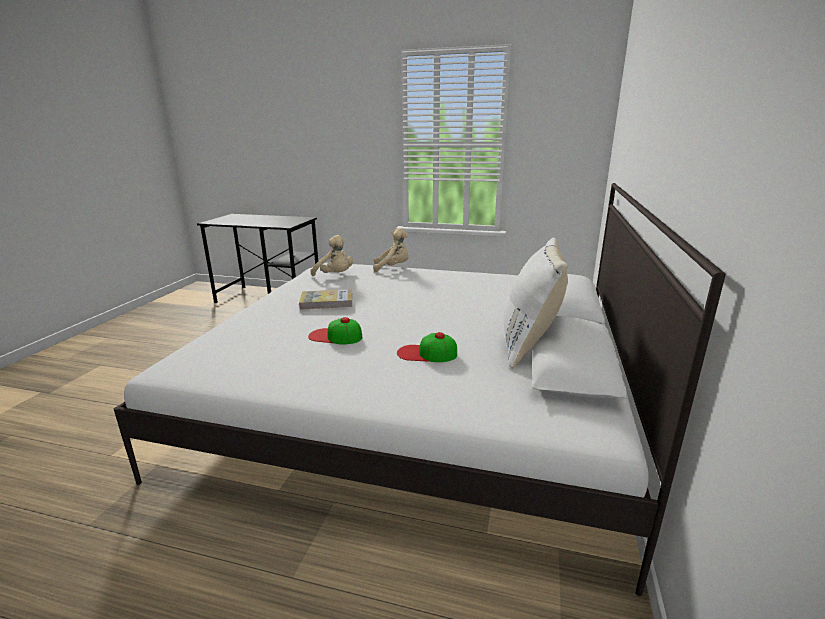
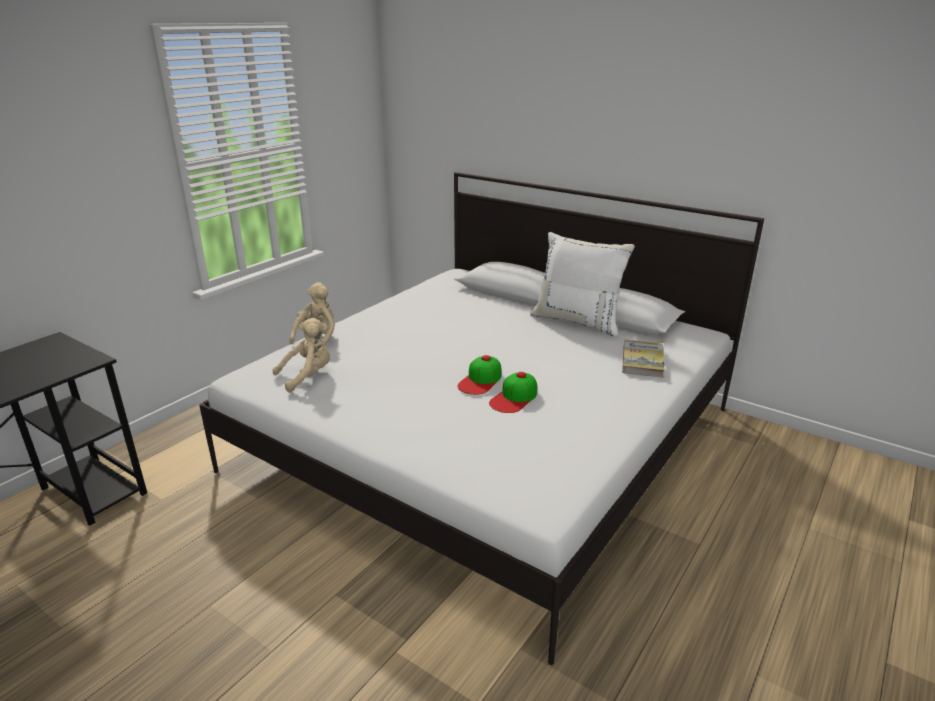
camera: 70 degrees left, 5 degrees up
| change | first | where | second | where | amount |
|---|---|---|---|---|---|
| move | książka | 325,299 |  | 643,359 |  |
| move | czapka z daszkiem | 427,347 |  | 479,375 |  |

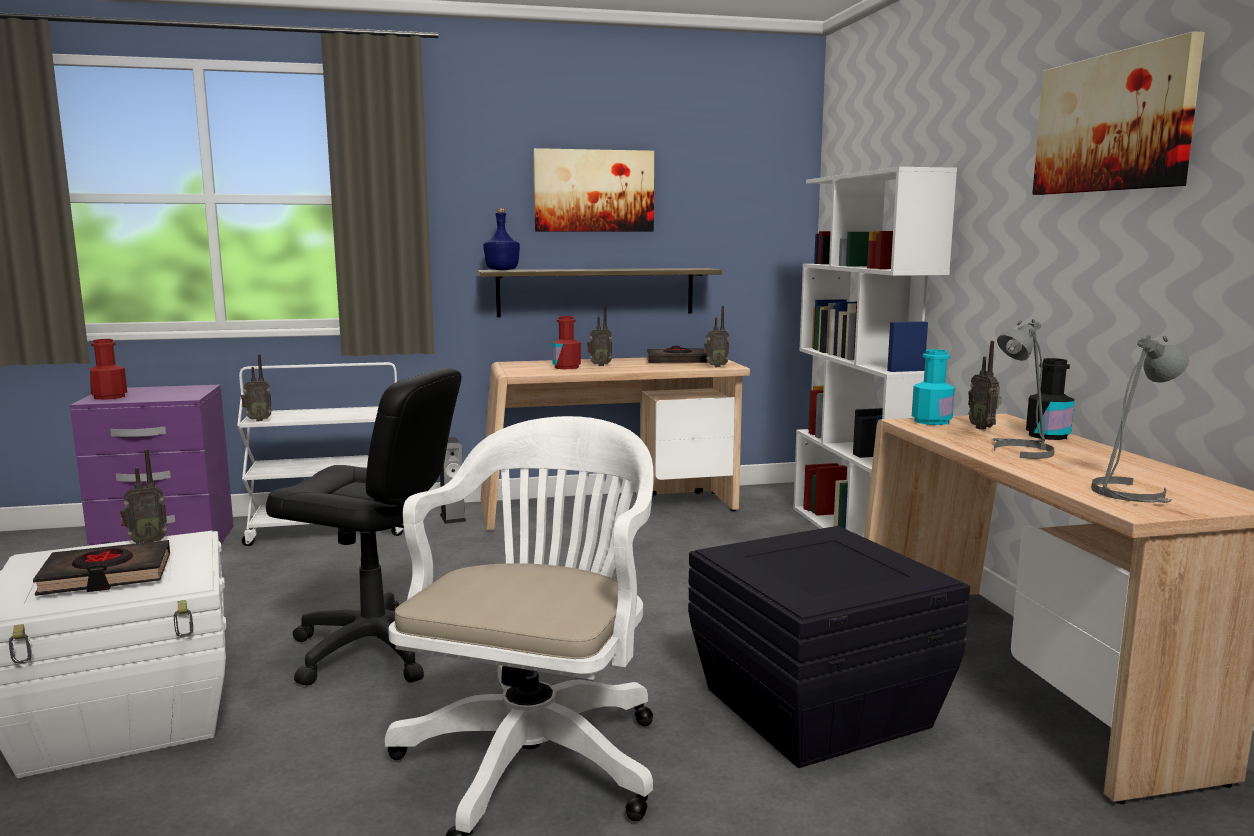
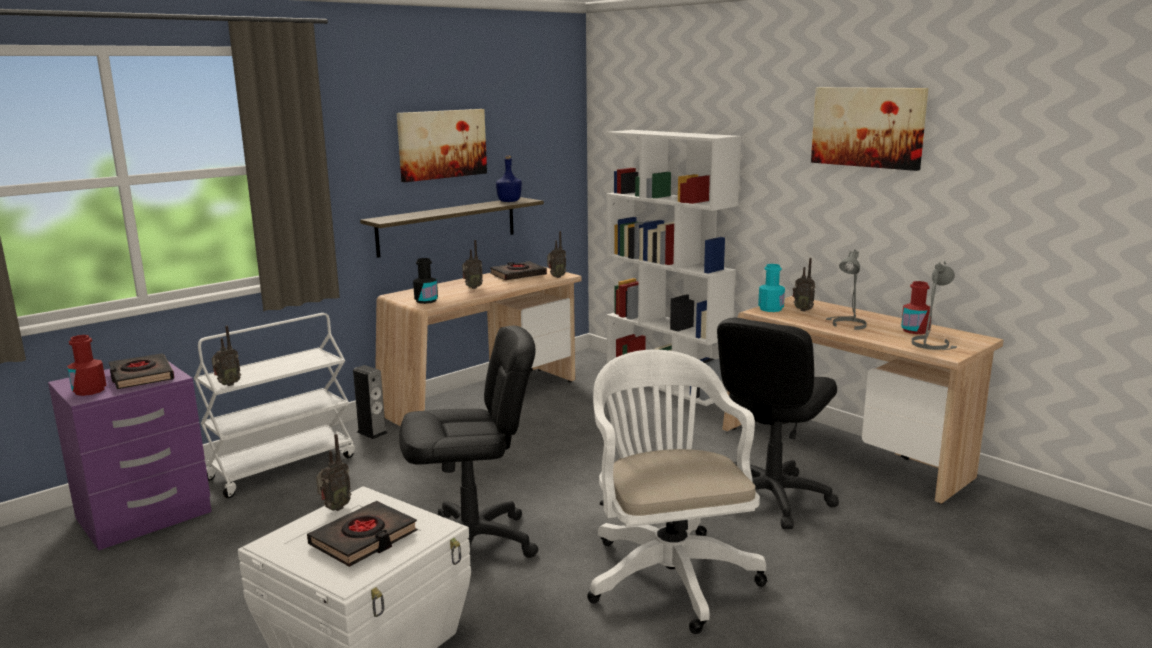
camera: 30 degrees left, 5 degrees up
| change | first | where | second | where | amount |
|---|---|---|---|---|---|
| insert |  |  | książka (czarny) | 141,371 |  |
| move | butelka (niebieski) | 501,239 |  | 509,178 |  |
| move | butelka (czerwony) | 566,342 |  | 916,307 |  |
| move | butelka (czarny) | 1050,399 |  | 425,281 |  |
| replace | pojemnik do przechowywania (czarny) | 829,647 | krzesło biurowe (czarny) | 778,423 |  |

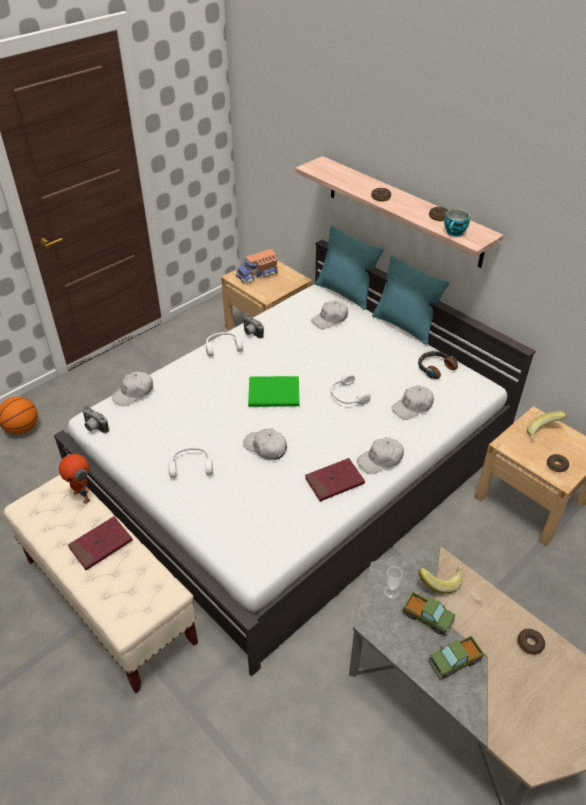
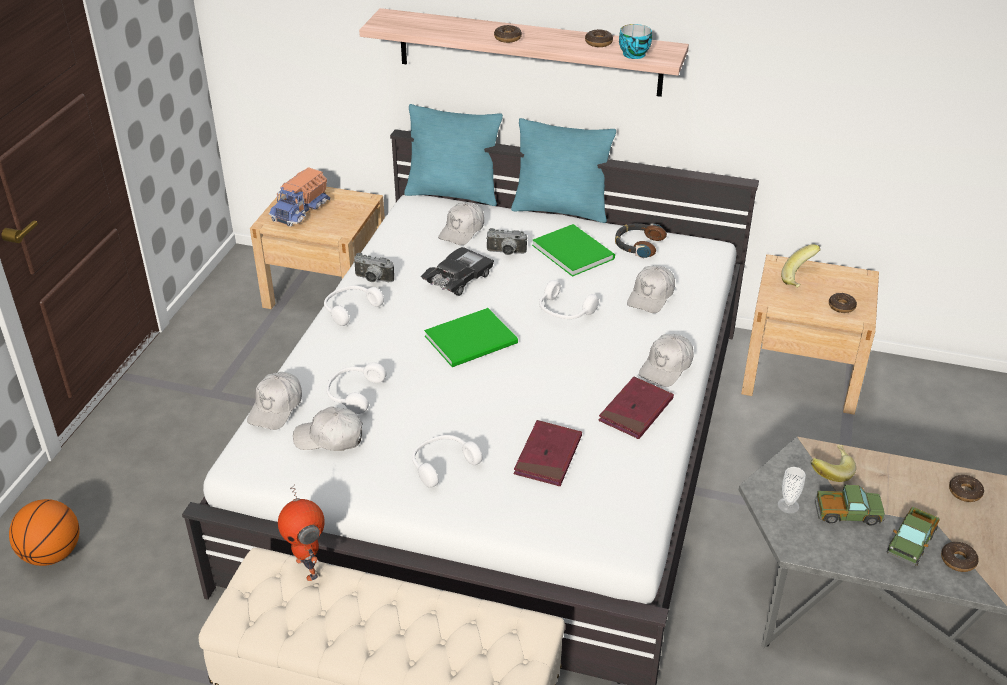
camera: 30 degrees left, 5 degrees down
| change | first | where | second | where | amount |
|---|---|---|---|---|---|
| insert |  |  | słuchawki (biały) | 356,388 |  |
| insert |  |  | samochodzik (czarny) | 457,271 |  |
| insert |  |  | książka (zielony) | 573,250 |  |
| insert |  |  | donut | 960,557 |  |
| move | książka (czerwony) | 100,543 |  | 548,453 |  |
| move | aparat fotograficzny | 95,419 |  | 506,241 |  |
| move | czapka z daszkiem (biały) | 265,444 |  | 328,428 |  |
| rotate | robot zabawkowy | 74,475 |  | 301,533 | 45 degrees clockwise |

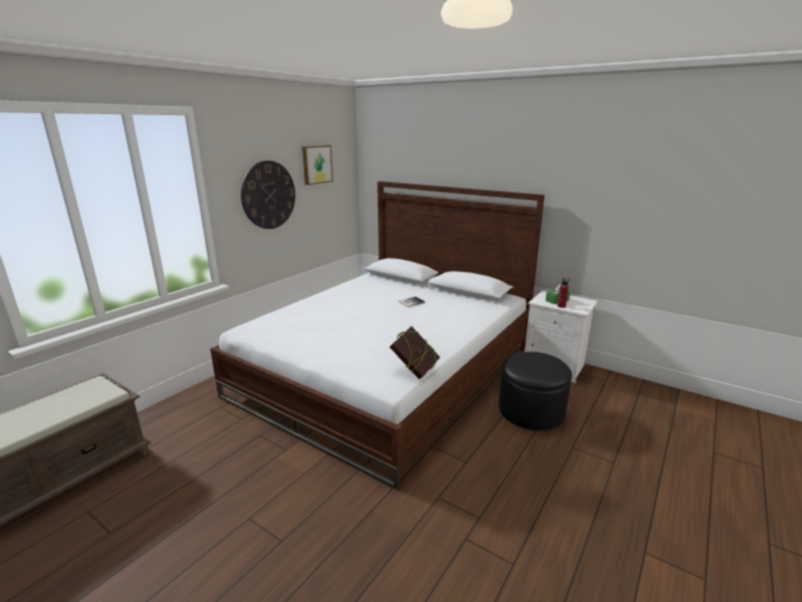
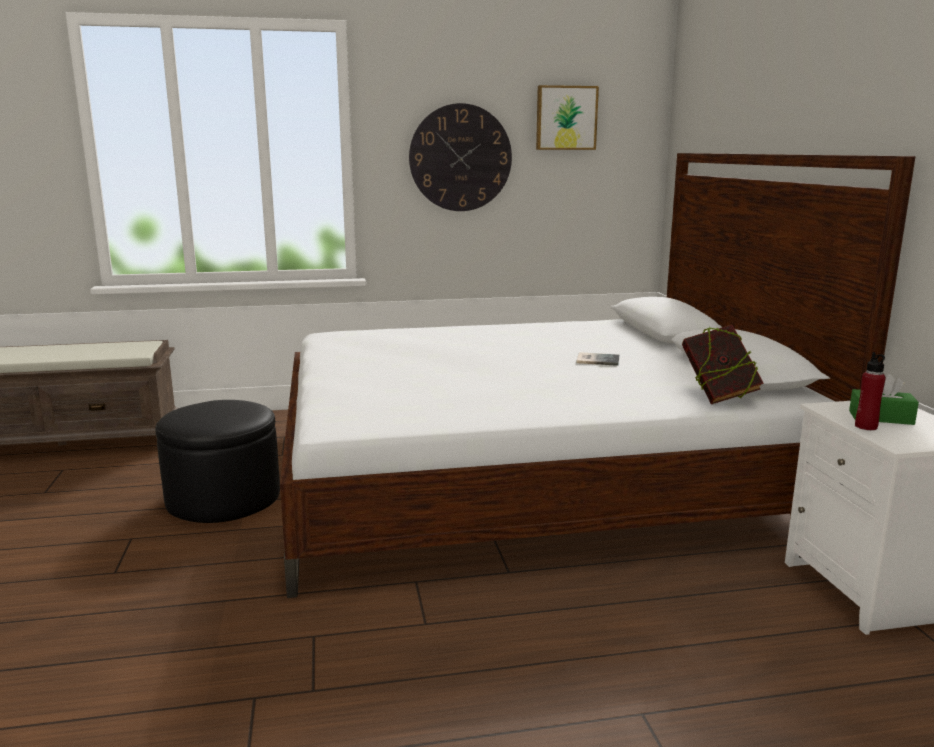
camera: 45 degrees right, 5 degrees down
| change | first | where | second | where | amount |
|---|---|---|---|---|---|
| move | książka | 415,352 |  | 723,364 |  |
| move | pufa (czarny) | 535,391 |  | 217,461 |  |

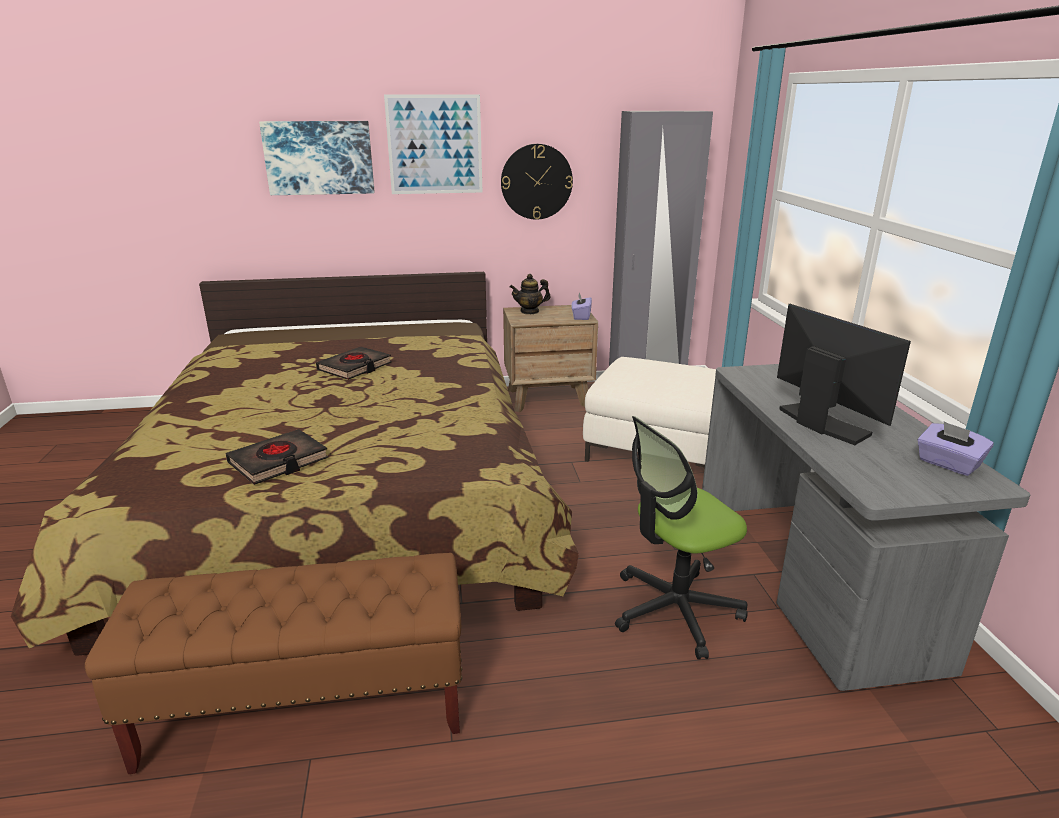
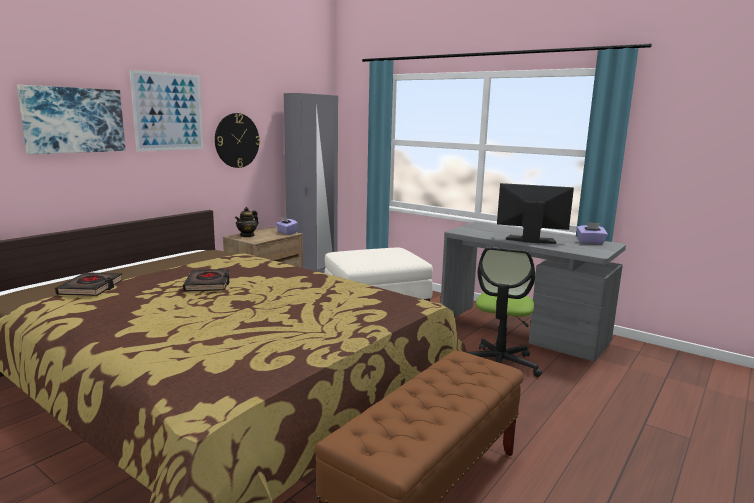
camera: 45 degrees left, 10 degrees down
| change | first | where | second | where | amount |
|---|---|---|---|---|---|
| move | książka (czarny) | 276,457 |  | 89,284 |  |

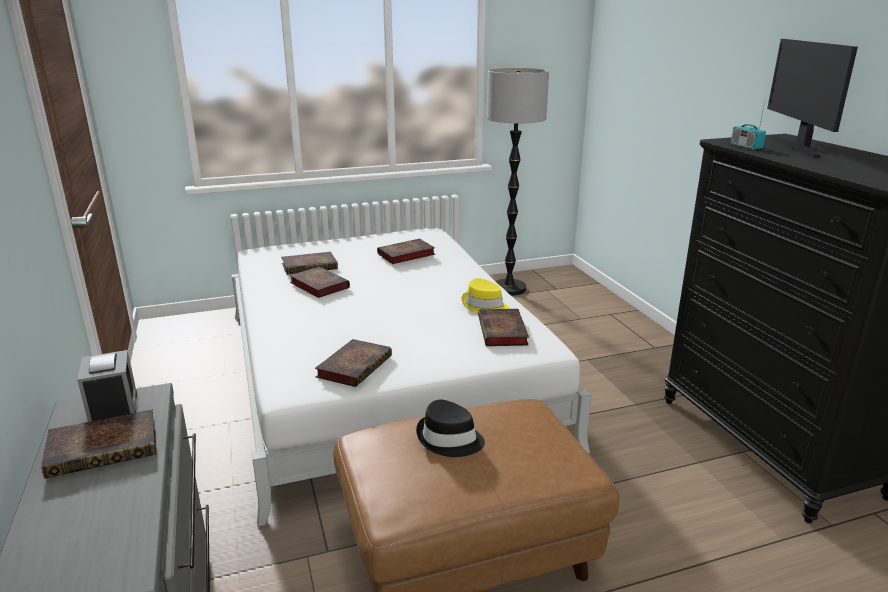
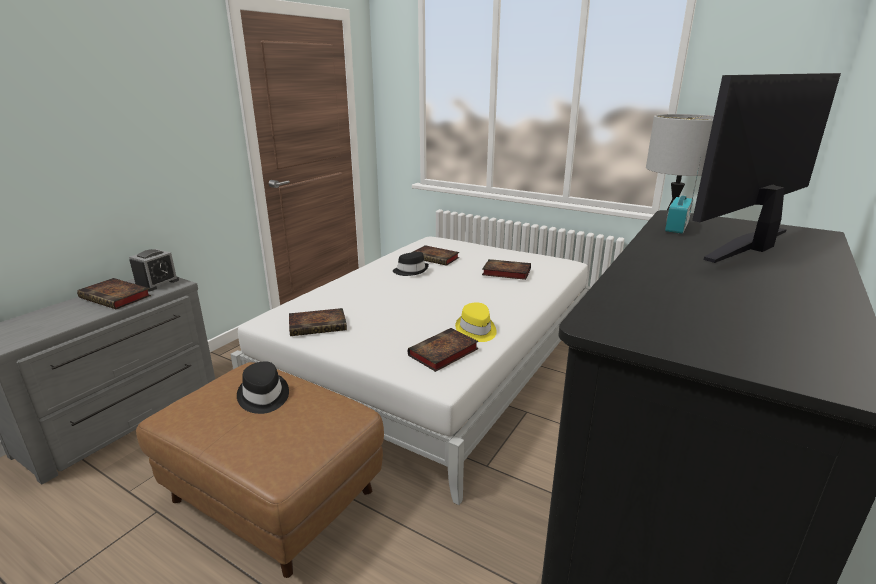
camera: 50 degrees right, 0 degrees up
| change | first | where | second | where | amount |
|---|---|---|---|---|---|
| replace | książka | 319,282 | kapelusz (czarny) | 411,264 |  |

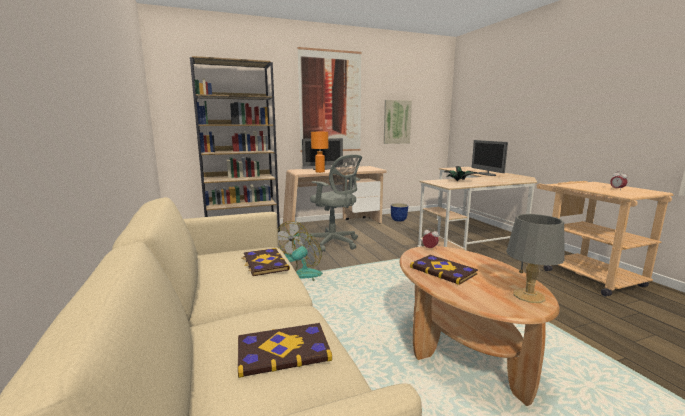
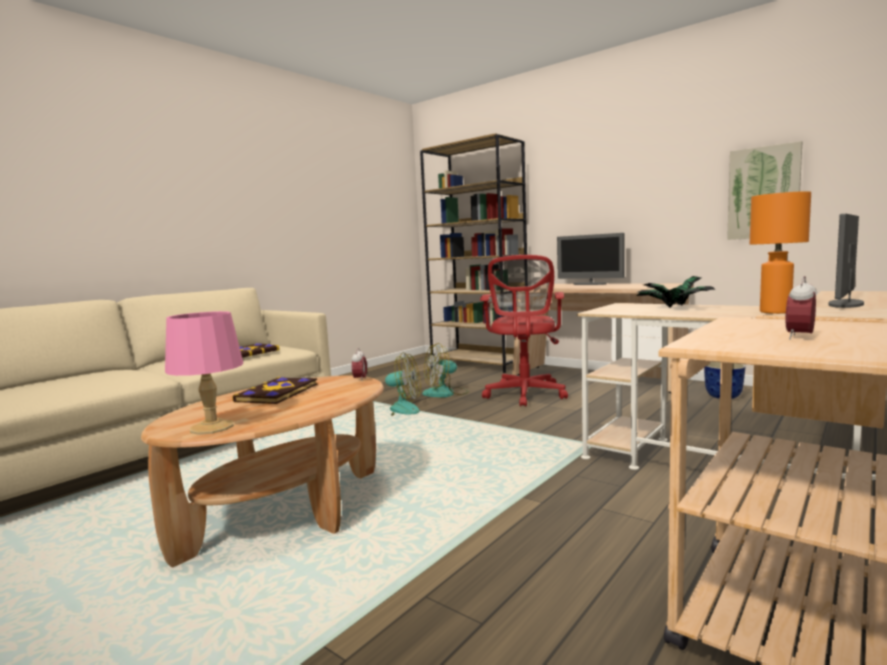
camera: 60 degrees right, 5 degrees down
| change | first | where | second | where | amount |
|---|---|---|---|---|---|
| delete | książka | 285,350 |  |  |  |
| delete | obraz | 330,99 |  |  |  |
| move | lampa stołowa (pomarańczowy) | 319,152 |  | 780,252 |  |
| recolor | krzesło biurowe (szary) | 335,203 | krzesło biurowe (czerwony) | 524,331 |  |
| recolor | lampa stołowa (szary) | 535,258 | lampa stołowa (różowy) | 204,373 |  |

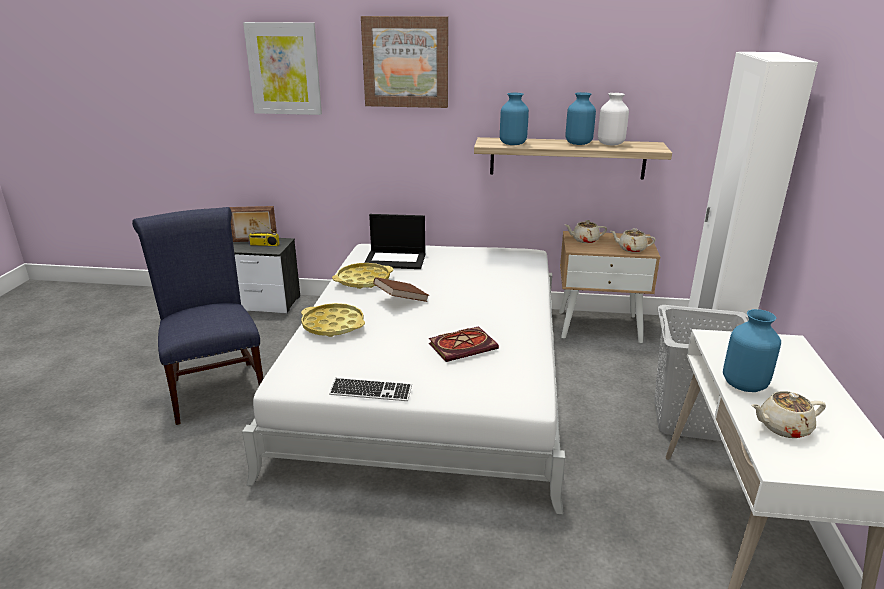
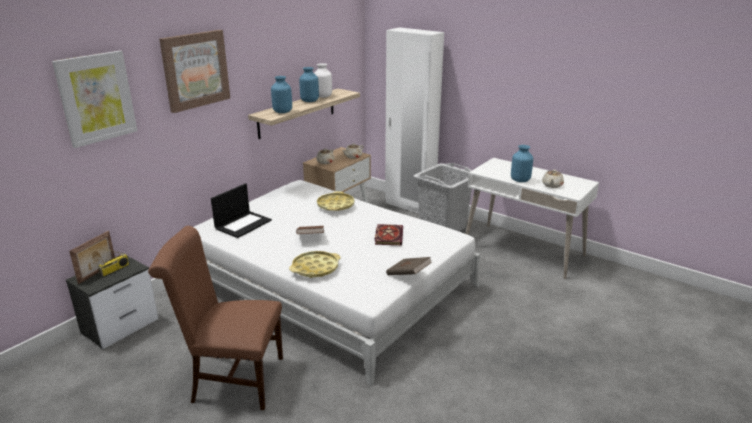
camera: 60 degrees left, 0 degrees up
| change | first | where | second | where | amount |
|---|---|---|---|---|---|
| move | taca (żółty) | 362,276 |  | 335,201 |  |
| replace | klawiatura | 370,389 | książka (brązowy) | 409,266 |  |
| recolor | krzesło (niebieski) | 198,316 | krzesło (brązowy) | 215,318 |  |

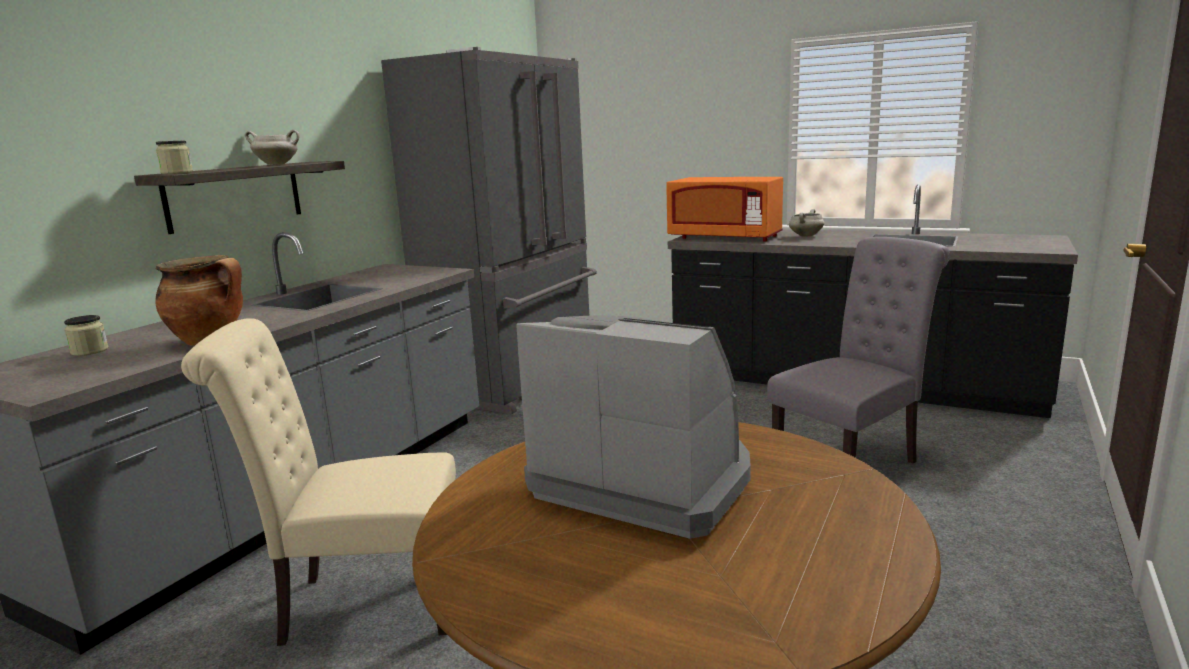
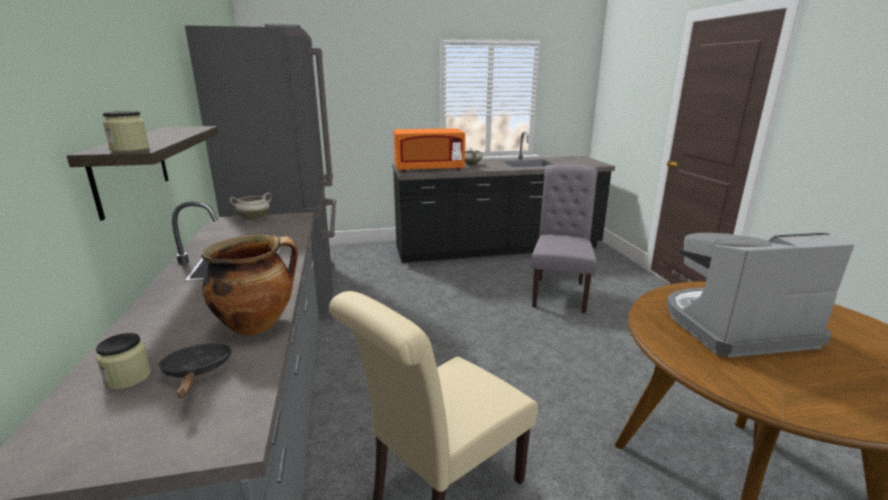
camera: 40 degrees left, 5 degrees up
| change | first | where | second | where | amount |
|---|---|---|---|---|---|
| insert |  |  | patelnia (czarny) | 195,370 |  |
| move | garnek (biały) | 272,147 |  | 250,206 |  |

